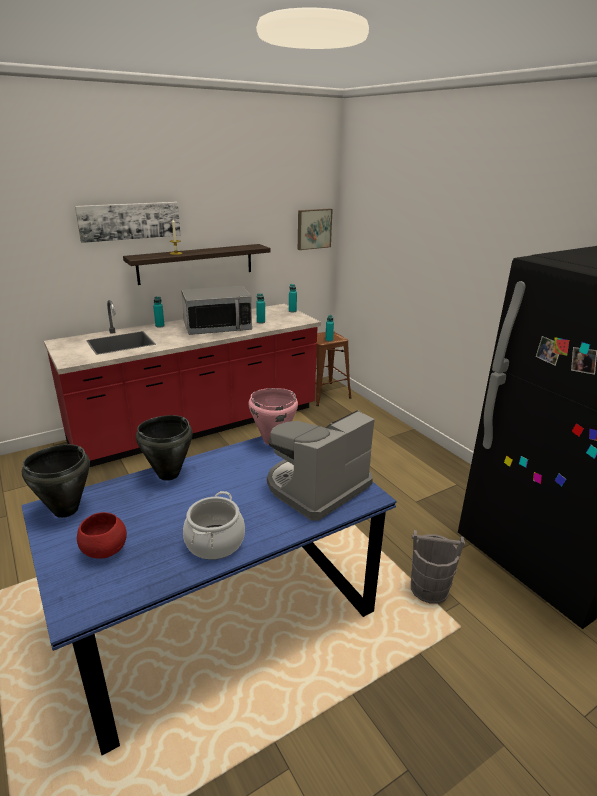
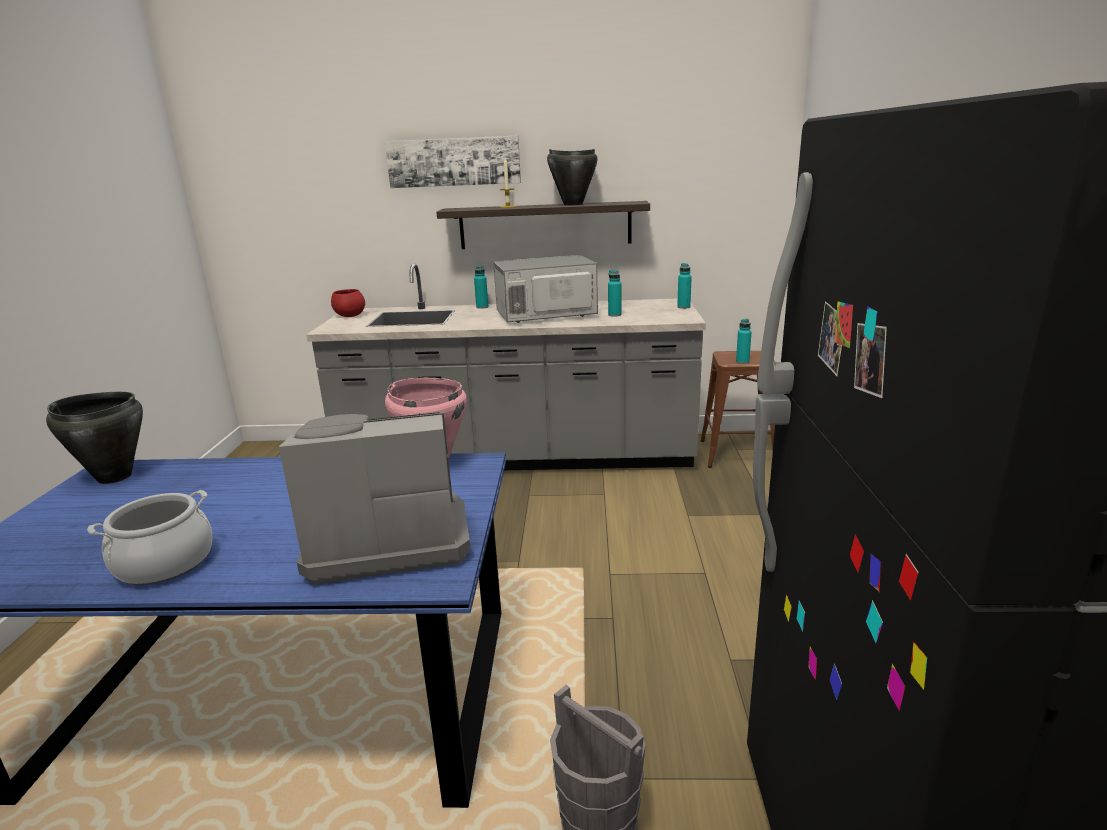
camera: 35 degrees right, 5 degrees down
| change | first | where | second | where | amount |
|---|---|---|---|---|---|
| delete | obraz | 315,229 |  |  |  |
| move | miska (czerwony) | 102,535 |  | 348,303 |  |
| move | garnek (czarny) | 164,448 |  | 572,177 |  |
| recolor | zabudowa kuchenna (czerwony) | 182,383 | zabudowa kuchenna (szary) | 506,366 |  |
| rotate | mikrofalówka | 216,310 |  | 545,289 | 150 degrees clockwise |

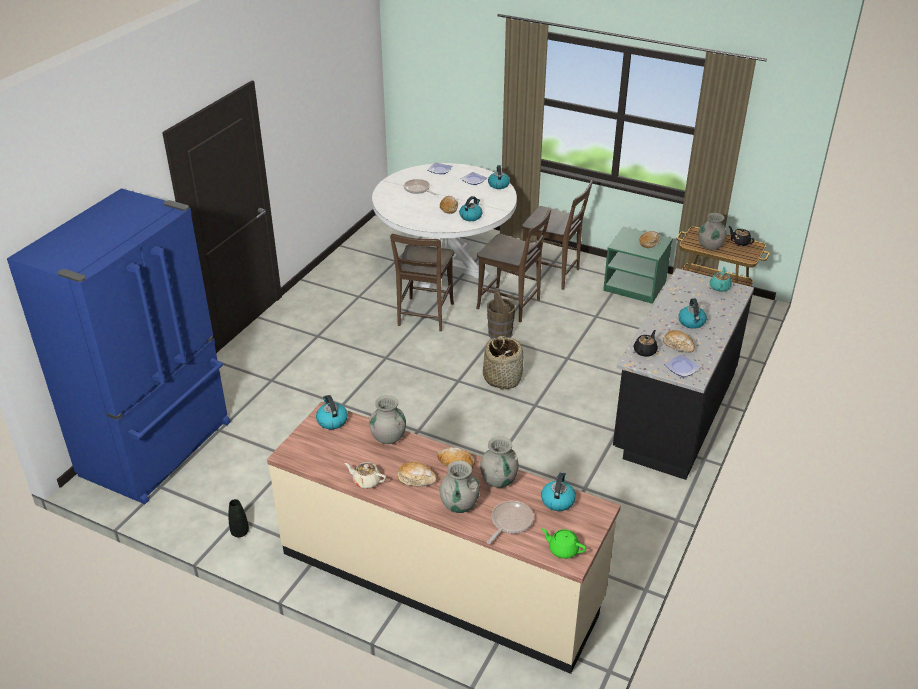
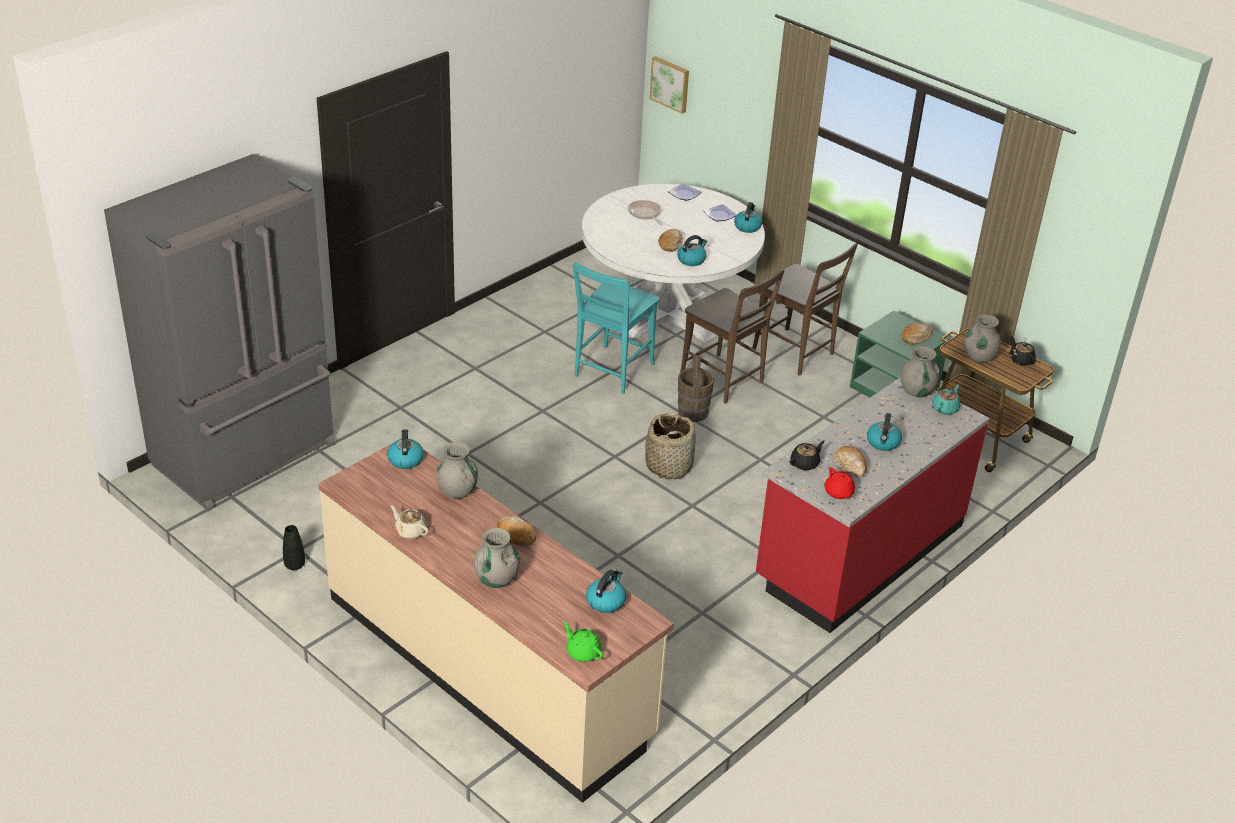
camera: 15 degrees right, 0 degrees up
| change | first | where | second | where | amount |
|---|---|---|---|---|---|
| delete | chleb | 417,474 |  |  |  |
| delete | patelnia | 510,522 |  |  |  |
| insert |  |  | obraz | 669,85 |  |
| move | wazon (szary) | 499,462 |  | 920,371 |  |
| replace | talerz | 682,365 | imbryk (czerwony) | 840,483 |  |
| recolor | lodówka (niebieski) | 119,346 | lodówka (szary) | 219,332 |  |
| recolor | krzesło (brązowy) | 422,283 | krzesło (turkusowy) | 616,328 |  |
| recolor | zabudowa kuchenna (czarny) | 683,374 | zabudowa kuchenna (czerwony) | 873,505 |  |

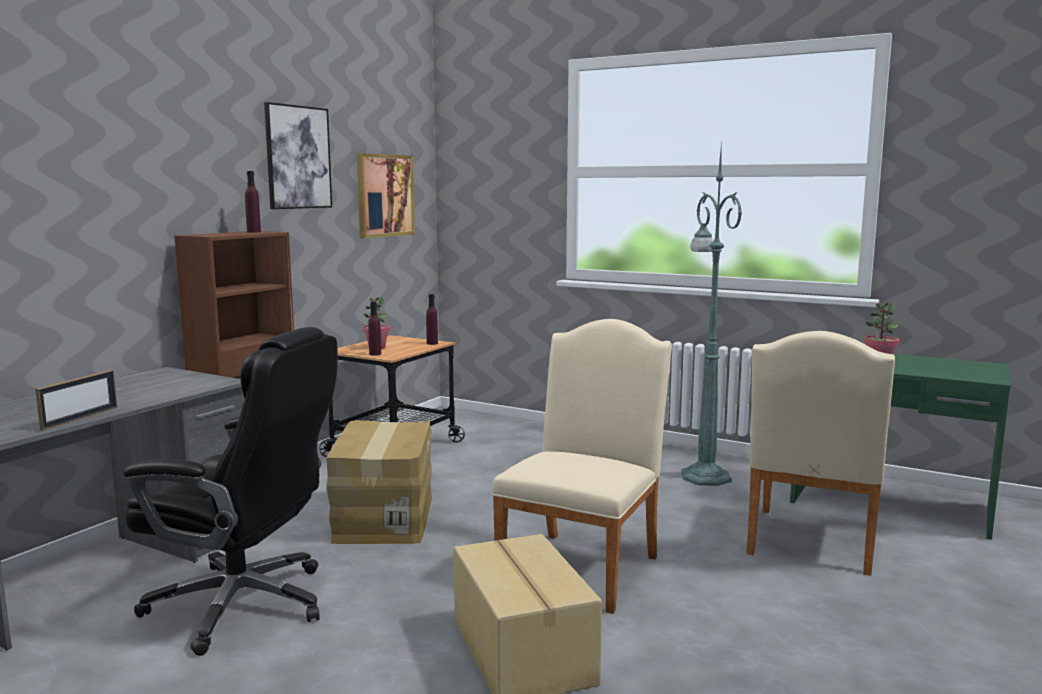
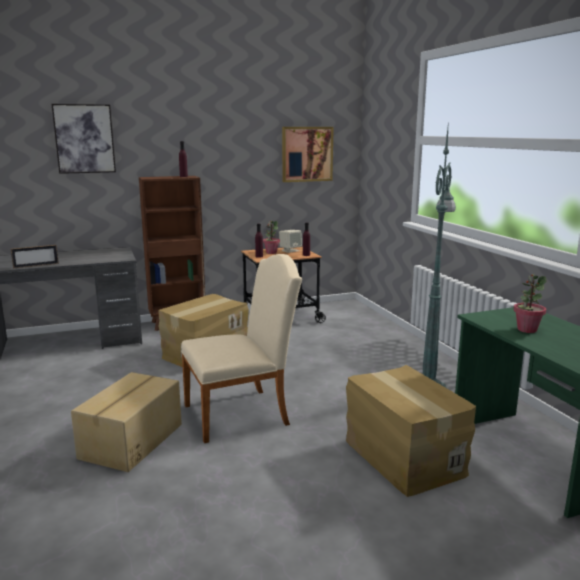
camera: 40 degrees right, 5 degrees up
| change | first | where | second | where | amount |
|---|---|---|---|---|---|
| delete | krzesło biurowe (czarny) | 230,491 |  |  |  |
| insert |  |  | głośnik (beżowy) | 290,241 |  |
| move | obraz | 298,155 |  | 84,139 |  |
| replace | krzesło (beżowy) | 820,453 | karton | 411,431 |  |

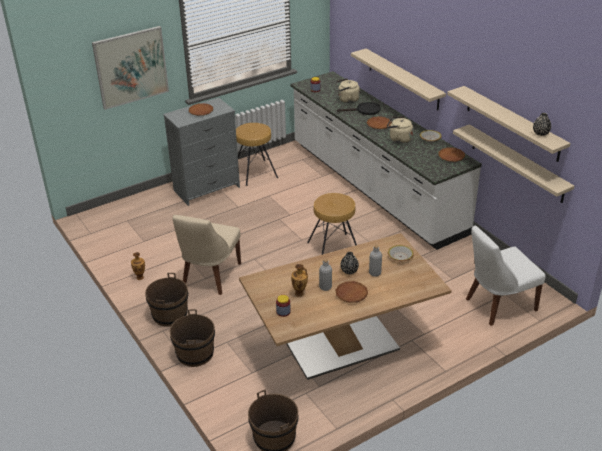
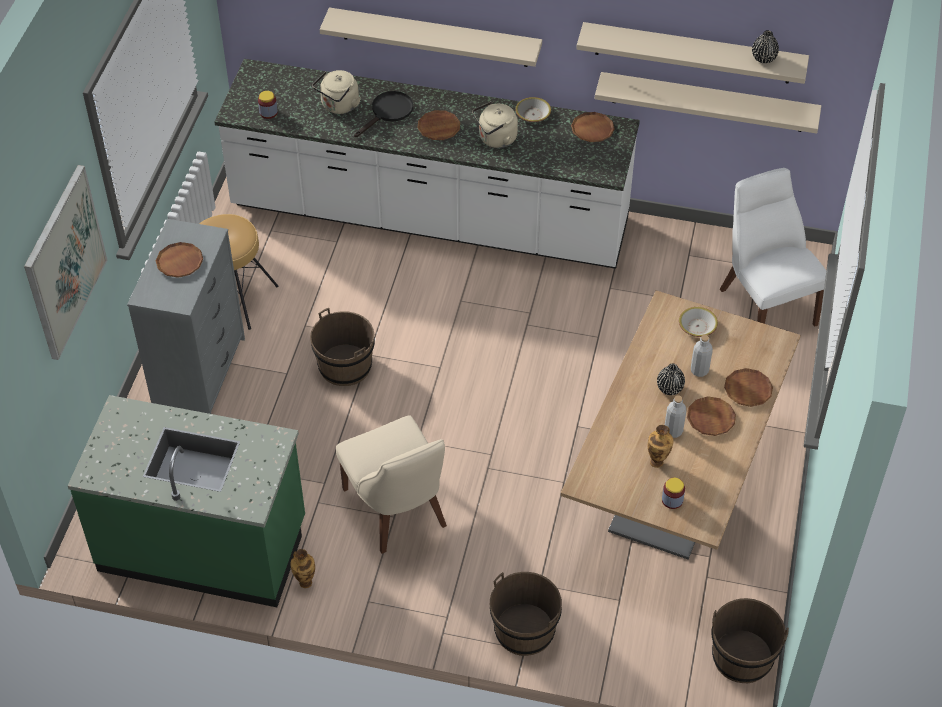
camera: 45 degrees left, 15 degrees up
| change | first | where | second | where | amount |
|---|---|---|---|---|---|
| delete | stołek (brązowy) | 332,224 |  |  |  |
| insert |  |  | zabudowa kuchenna (zielony) | 186,501 |  |
| insert |  |  | talerz (brązowy) | 748,387 |  |
| move | wiadro (brązowy) | 166,300 |  | 342,347 |  |
| rotate | krzesło (biały) | 506,276 |  | 773,247 | 135 degrees clockwise |

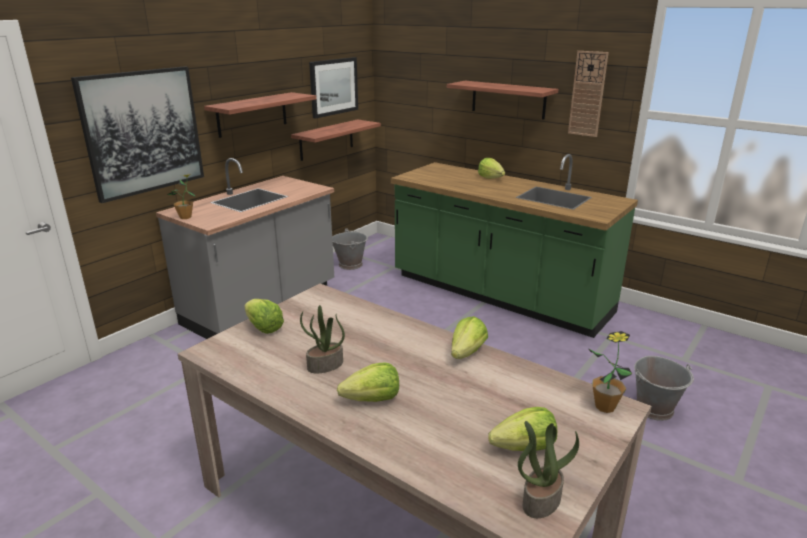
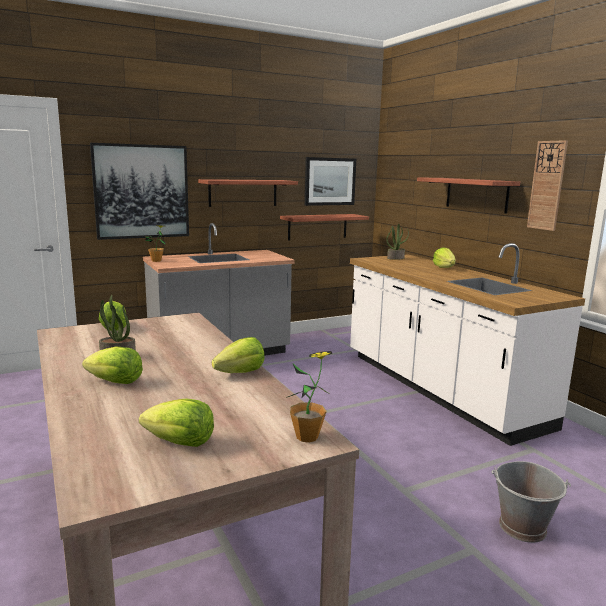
camera: 25 degrees right, 10 degrees down
| change | first | where | second | where | amount |
|---|---|---|---|---|---|
| delete | wiadro (szary) | 350,249 |  |  |  |
| move | roślina doniczkowa | 548,469 |  | 397,242 |  |
| recolor | zabudowa kuchenna (zielony) | 514,246 | zabudowa kuchenna (biały) | 467,344 |  |

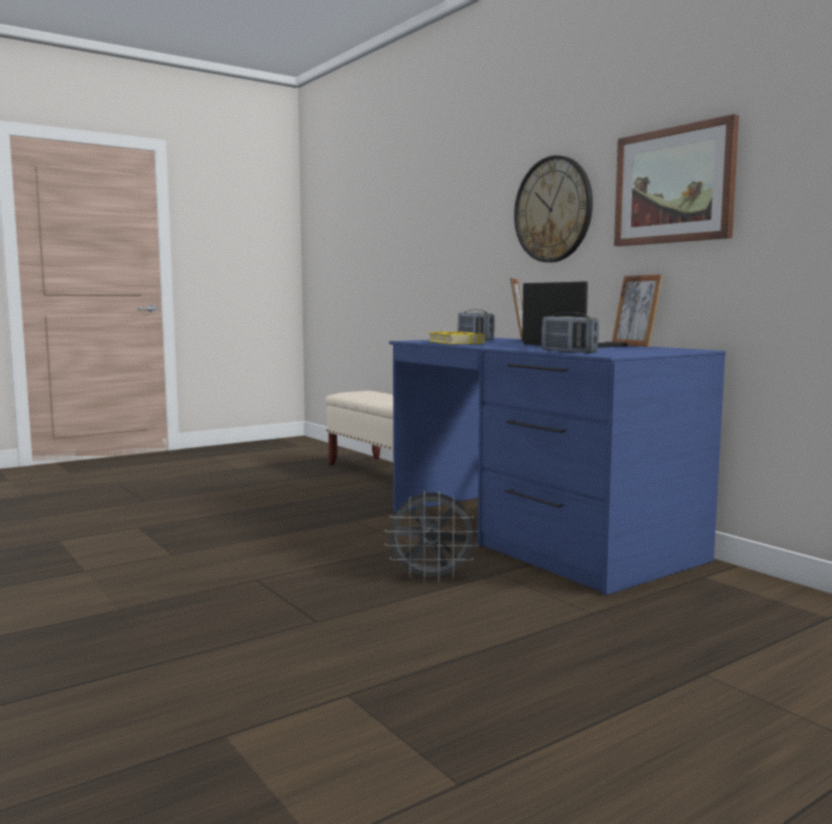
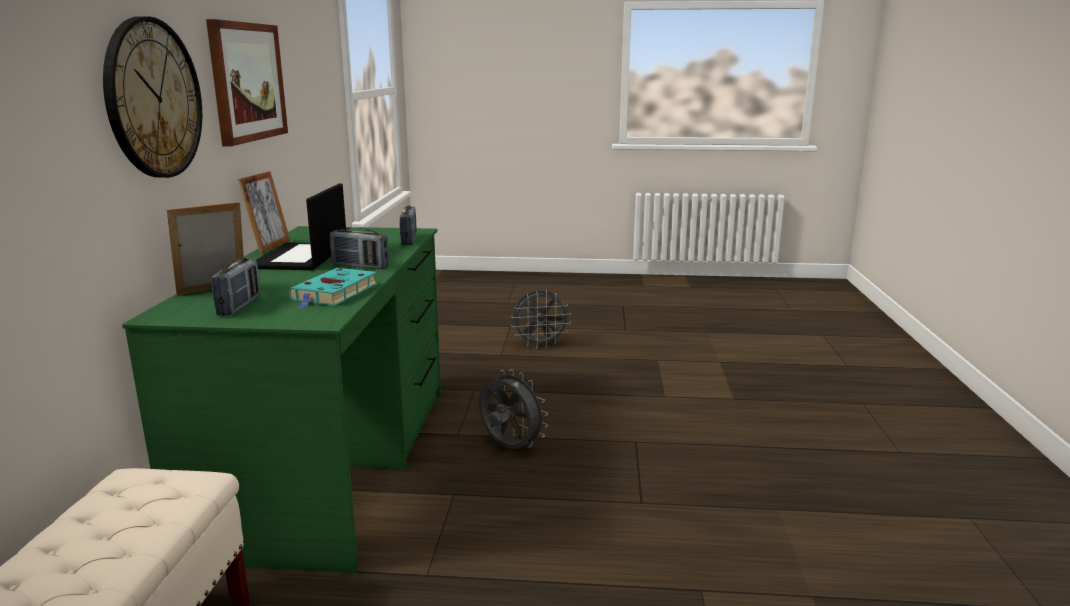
camera: 140 degrees left, 10 degrees up
| change | first | where | second | where | amount |
|---|---|---|---|---|---|
| insert |  |  | radio | 359,248 |  |
| insert |  |  | wentylator (szary) | 541,319 |  |
| recolor | biurko (niebieski) | 557,466 | biurko (zielony) | 281,399 |  |
| recolor | książka (żółty) | 456,337 | książka (turkusowy) | 333,288 |  |

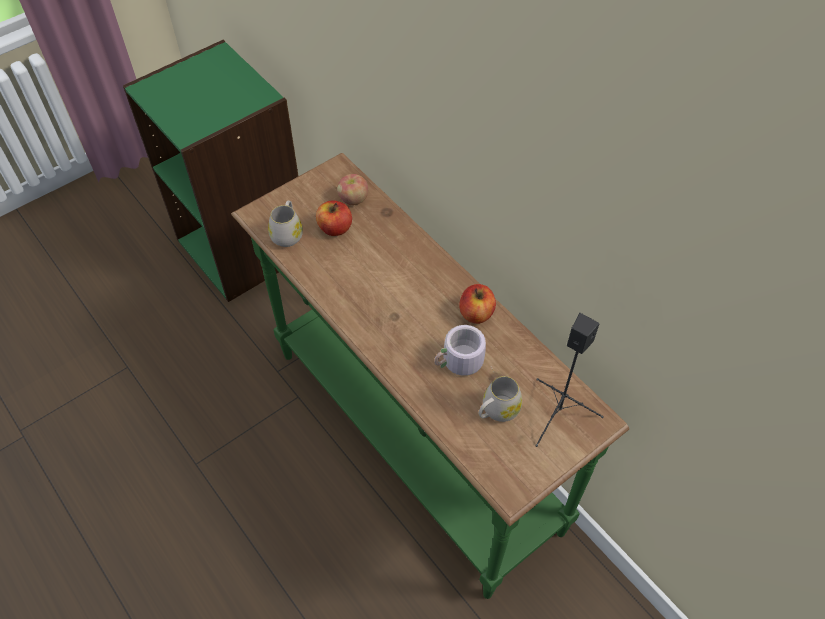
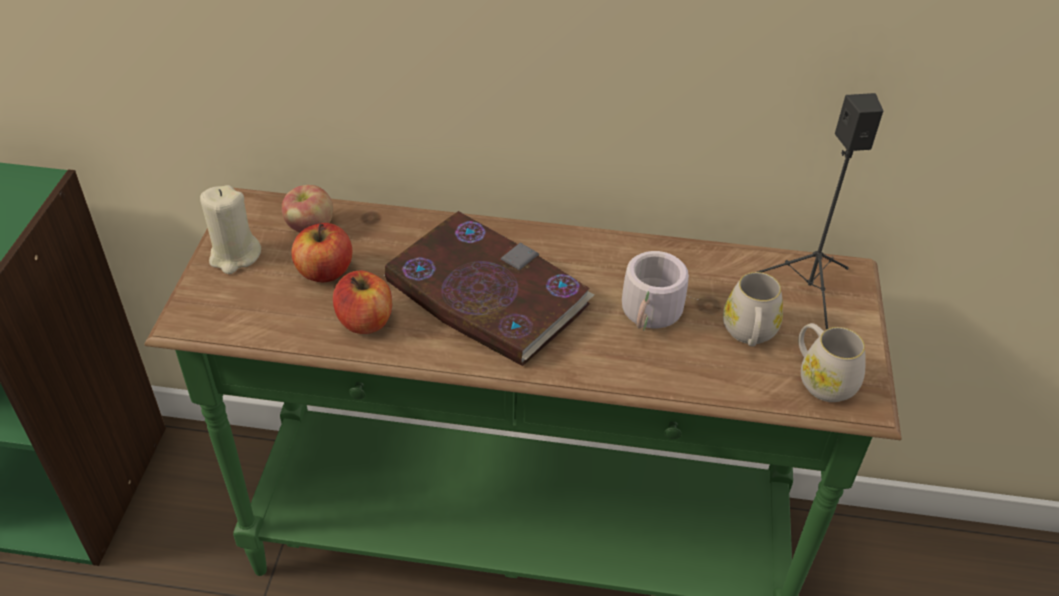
camera: 45 degrees left, 10 degrees down
| change | first | where | second | where | amount |
|---|---|---|---|---|---|
| insert |  |  | świeca (beżowy) | 230,229 |  |
| insert |  |  | książka | 489,288 |  |
| move | kubek (biały) | 285,224 |  | 832,362 |  |
| move | jabłko | 477,304 |  | 362,302 |  |

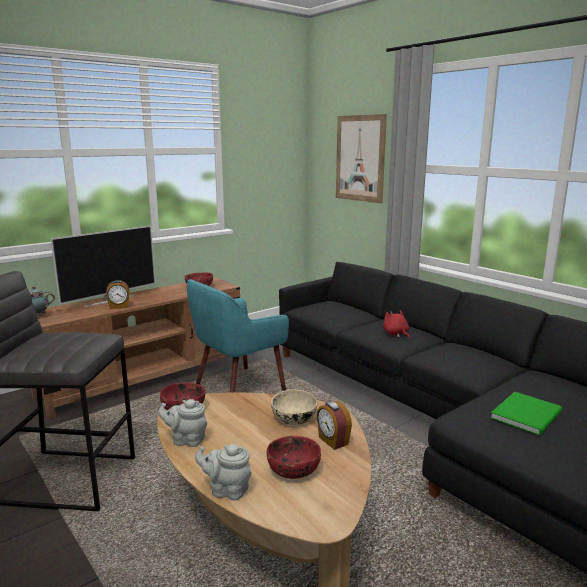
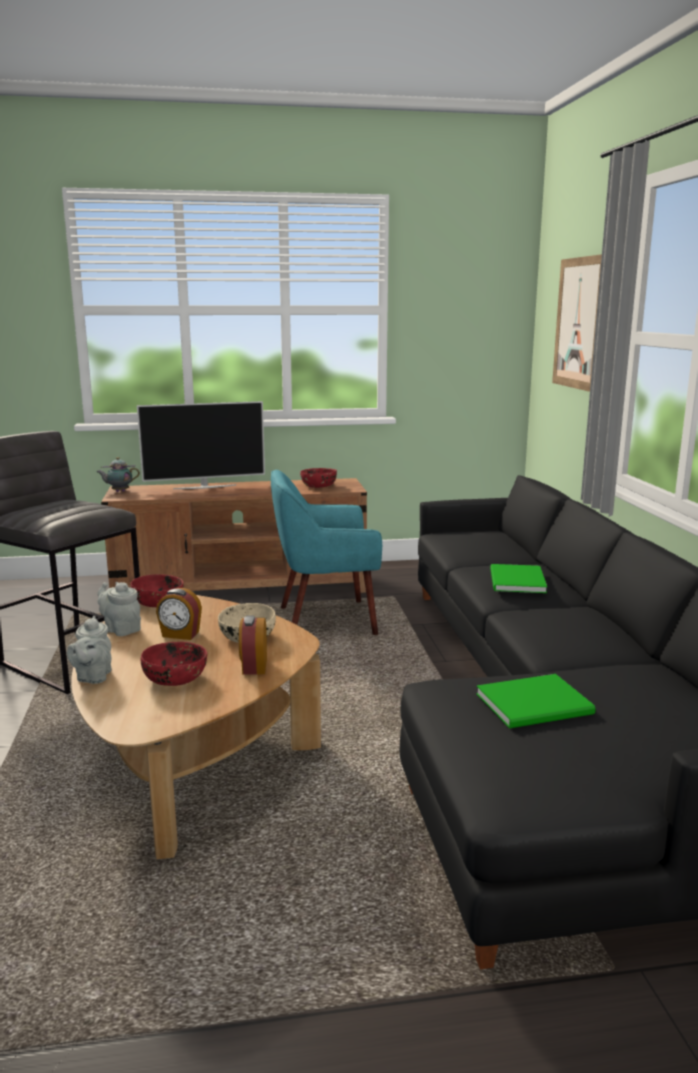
camera: 30 degrees right, 0 degrees up
| change | first | where | second | where | amount |
|---|---|---|---|---|---|
| move | budzik | 118,294 |  | 179,614 |  |
| replace | pluszak (czerwony) | 396,324 | książka (zielony) | 518,578 |  |
| rotate | imbryk (szary) | 223,472 |  | 89,650 | 135 degrees counterclockwise |

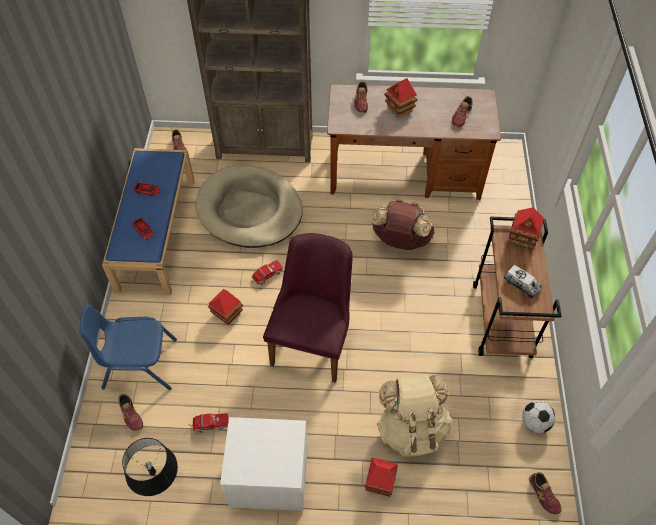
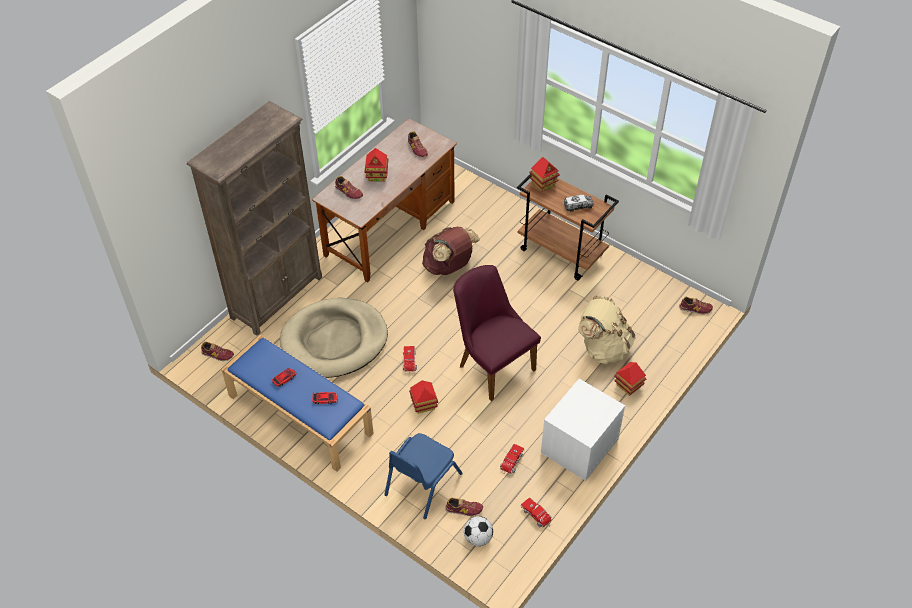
camera: 55 degrees left, 5 degrees down
| change | first | where | second | where | amount |
|---|---|---|---|---|---|
| move | piłka futbolowa | 538,417 |  | 478,531 |  |
| replace | lampa stołowa (czarny) | 150,467 | ciężarówka zabawkowa | 536,513 |  |

